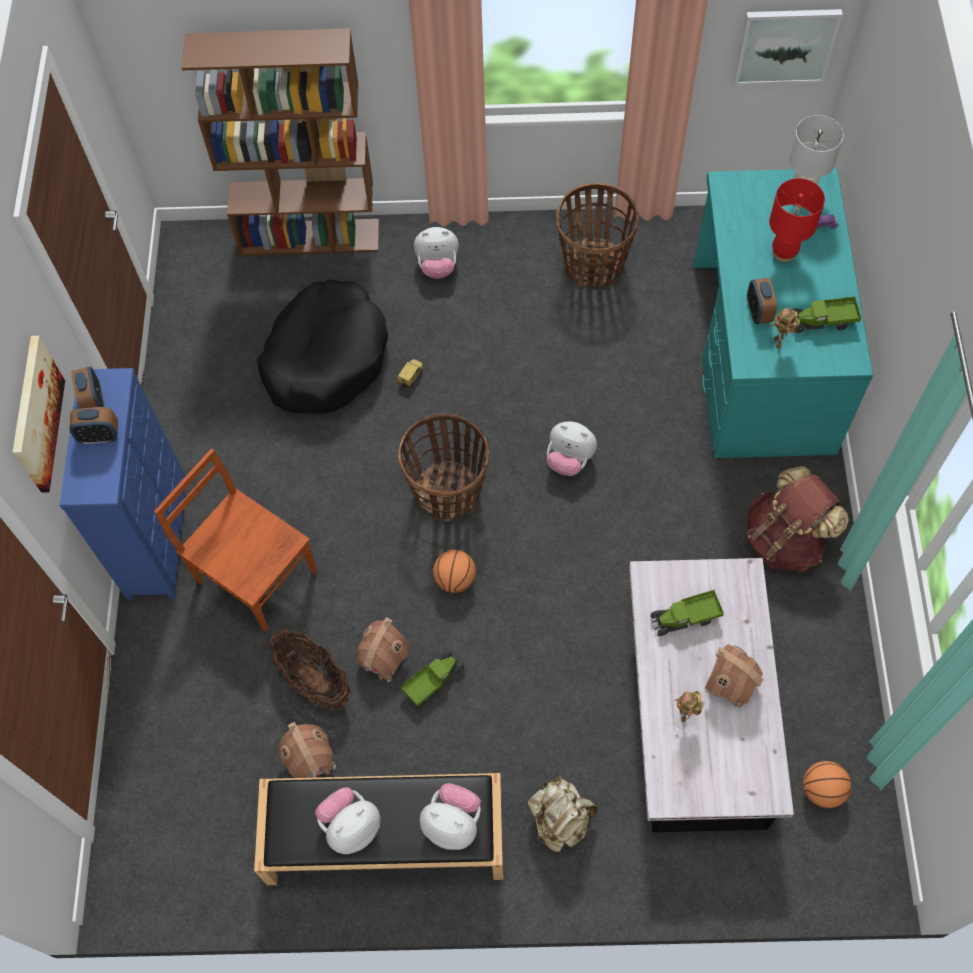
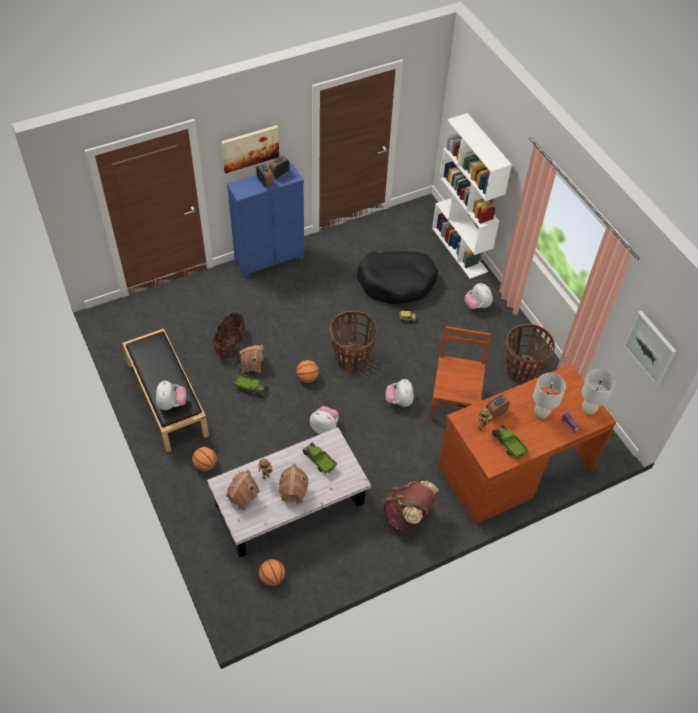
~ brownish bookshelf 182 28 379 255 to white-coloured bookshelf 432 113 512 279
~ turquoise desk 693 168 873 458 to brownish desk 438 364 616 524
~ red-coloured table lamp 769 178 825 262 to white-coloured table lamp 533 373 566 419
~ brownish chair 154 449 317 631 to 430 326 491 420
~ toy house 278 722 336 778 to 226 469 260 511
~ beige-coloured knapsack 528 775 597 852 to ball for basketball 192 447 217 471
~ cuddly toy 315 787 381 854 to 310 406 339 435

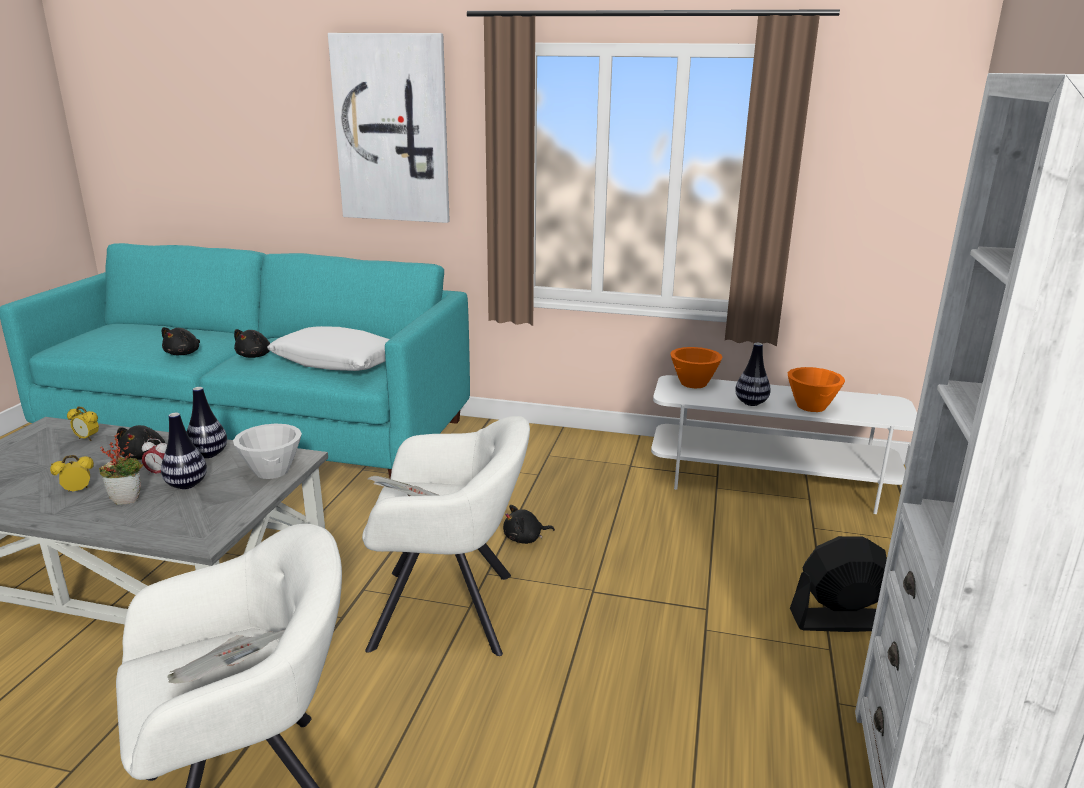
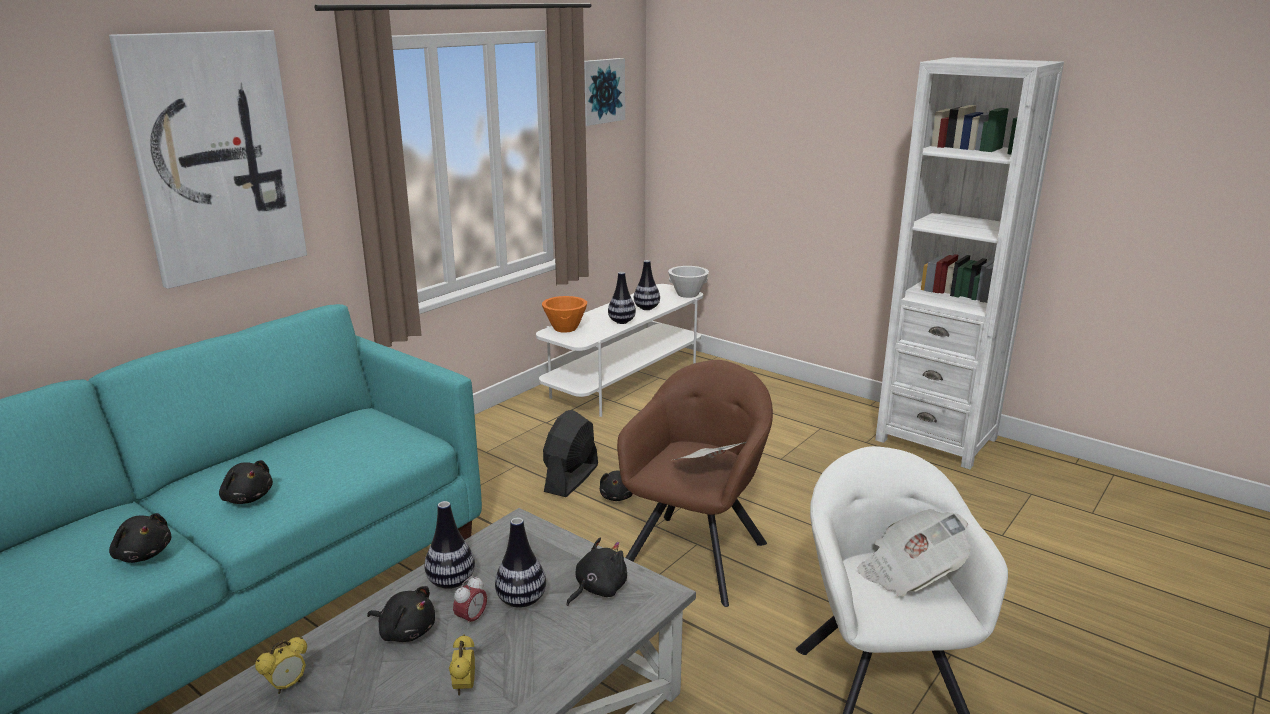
- white-coloured pillow 267 326 389 371
~ orange-coloured serving bowl 788 367 845 412 to flower vase 634 260 660 310
~ white-coloured lounge chair 362 416 530 656 to brownish lounge chair 617 360 773 607
~ white-coloured serving bowl 233 424 302 479 to 668 266 709 298
- houseplant 99 433 143 505
~ black-coloured cooling fan 790 536 887 632 to 543 410 598 497
+ picture 584 58 625 126
+ black-coloured cuddly toy 566 538 627 606

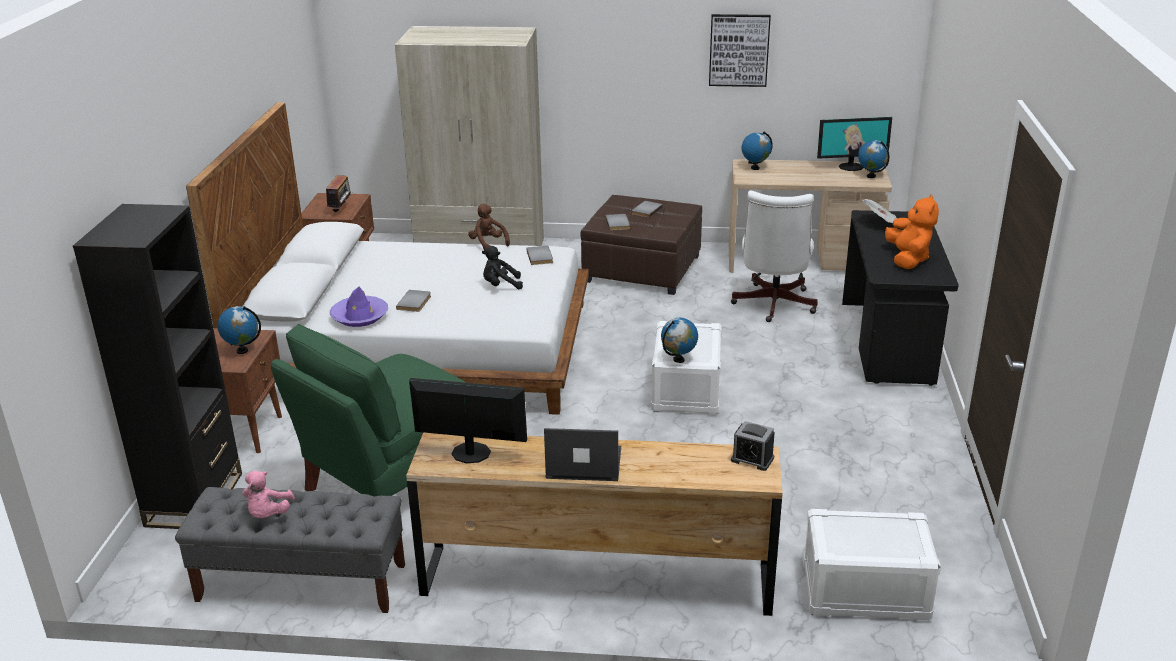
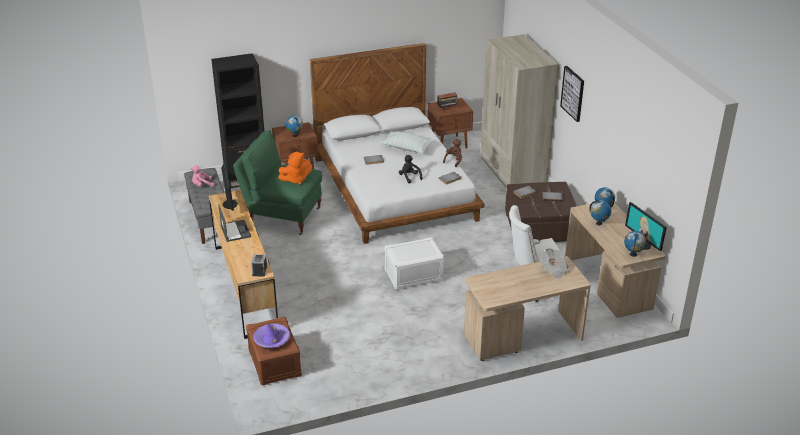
~ picture 709 14 771 87 to 560 66 584 122
~ orange-coloured cuddly toy 885 194 939 269 to 278 152 312 185
~ black-coloured desk 842 210 958 386 to beige-coloured desk 464 256 591 361
~ purple-coloured clothing hat 330 287 388 327 to 253 324 290 348
~ globe 661 318 698 363 to 589 200 611 225
~ white-coloured storage bin 803 509 941 621 to brownish storage bin 246 316 302 385
+ pillow 380 131 434 154

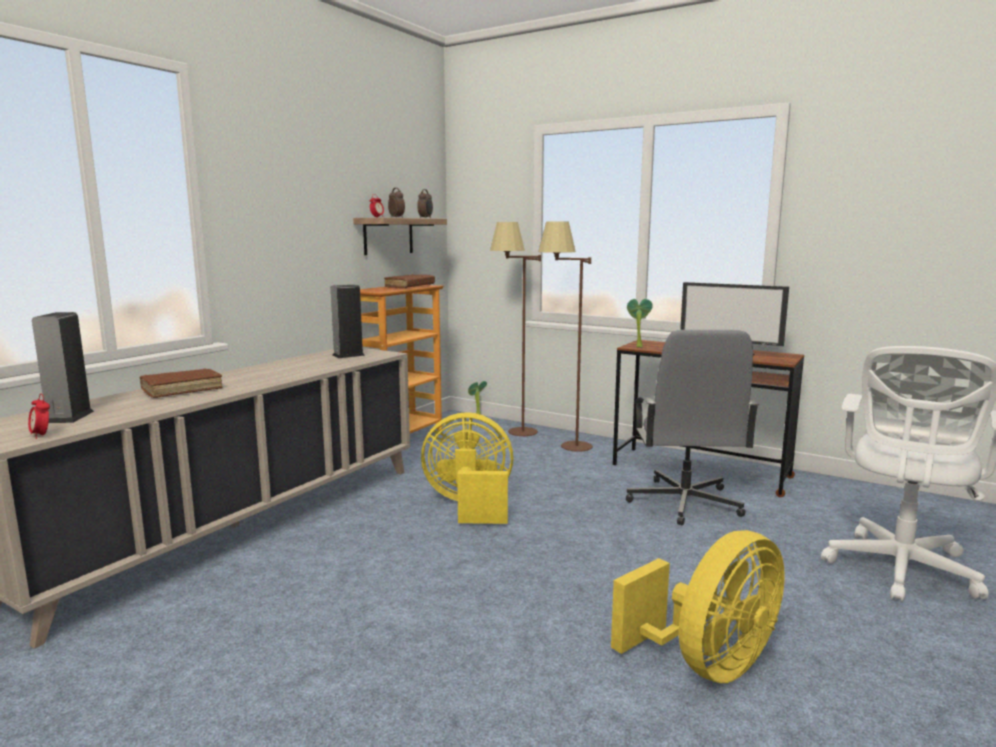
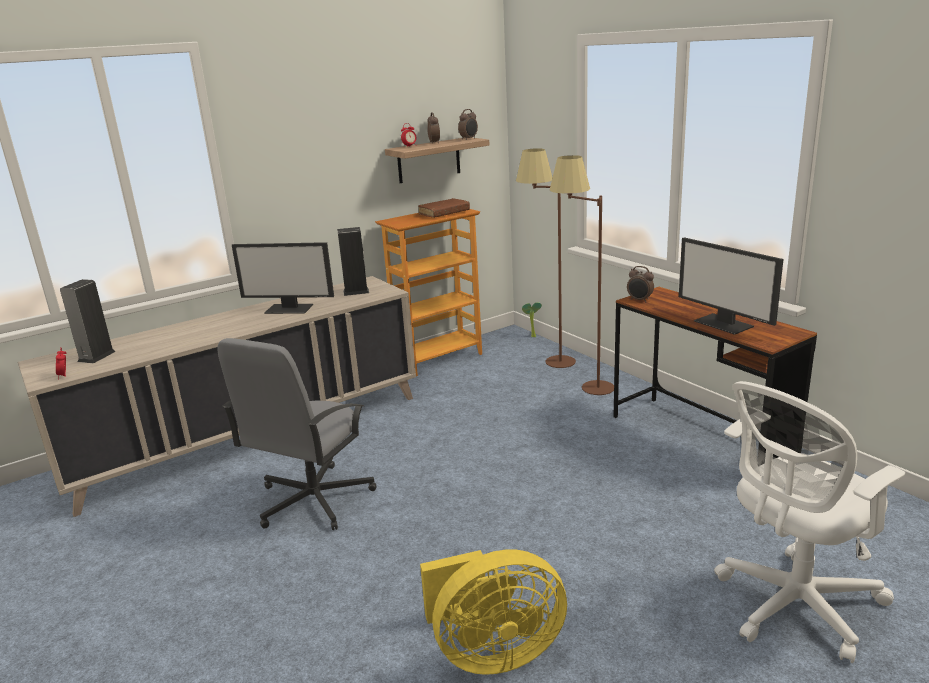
~ houseplant 627 299 653 347 to table clock 627 266 654 303
~ grey computer chair 626 330 759 525 to 217 338 376 530
- brownish book 139 369 223 398
- yellow cooling fan 421 412 513 524
+ computer display 232 242 334 314

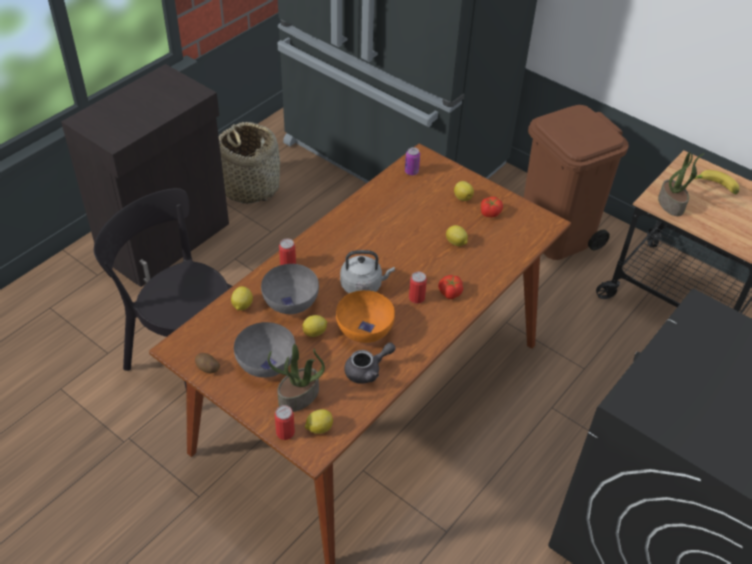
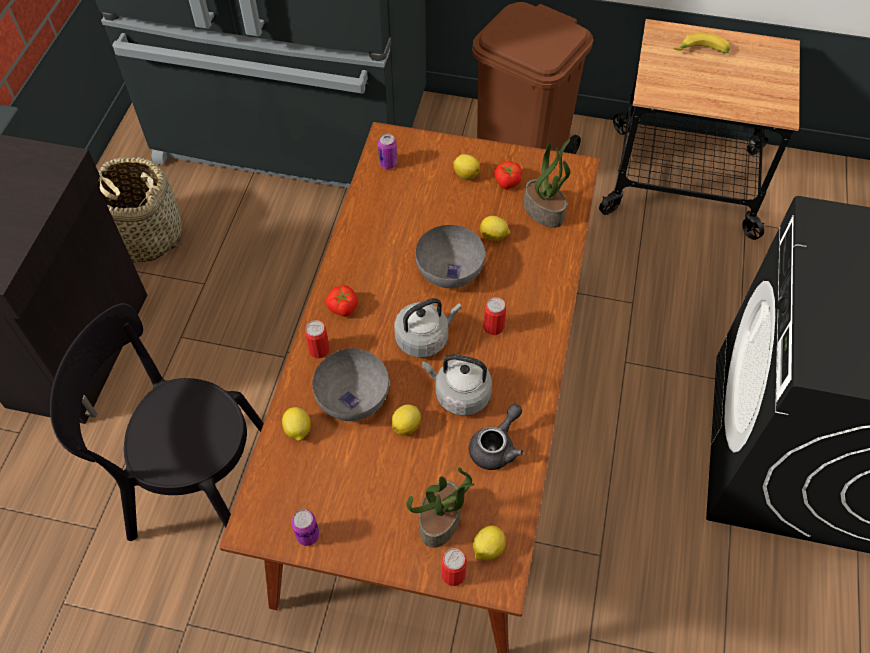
~ houseplant 658 152 705 216 to 524 139 571 228
~ tomato 438 275 463 299 to 326 285 358 317
~ orange-coloured serving bowl 336 290 395 343 to grey kettle 422 354 492 416
~ grey serving bowl 234 322 295 377 to 415 225 485 288
~ whole potato 195 353 220 373 to metal can 291 510 319 546

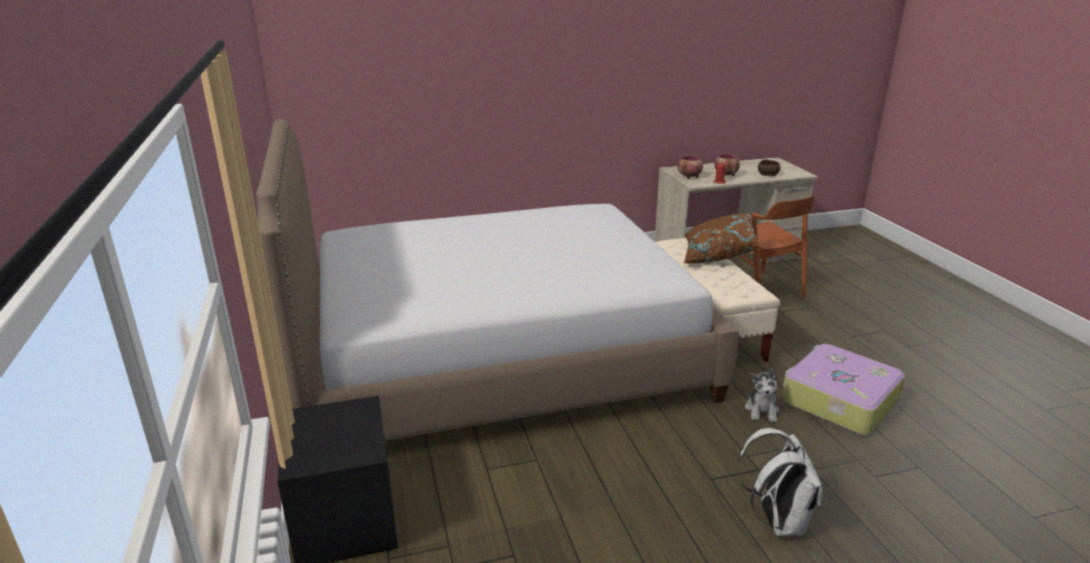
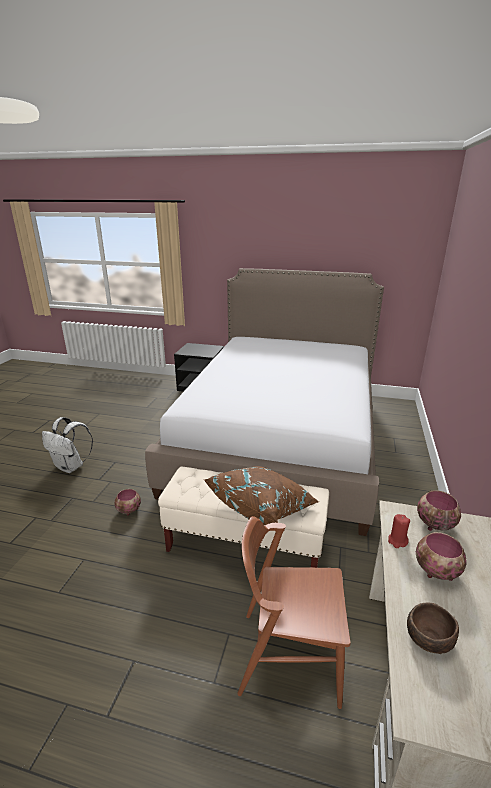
- travel case 782 344 905 435
~ cuddly toy 745 369 779 422 to serving bowl 114 489 141 516

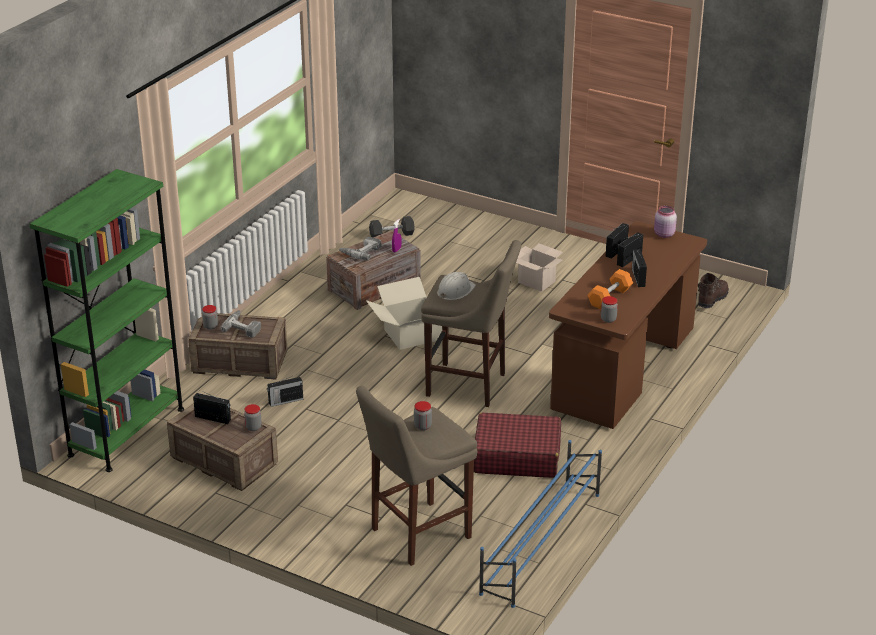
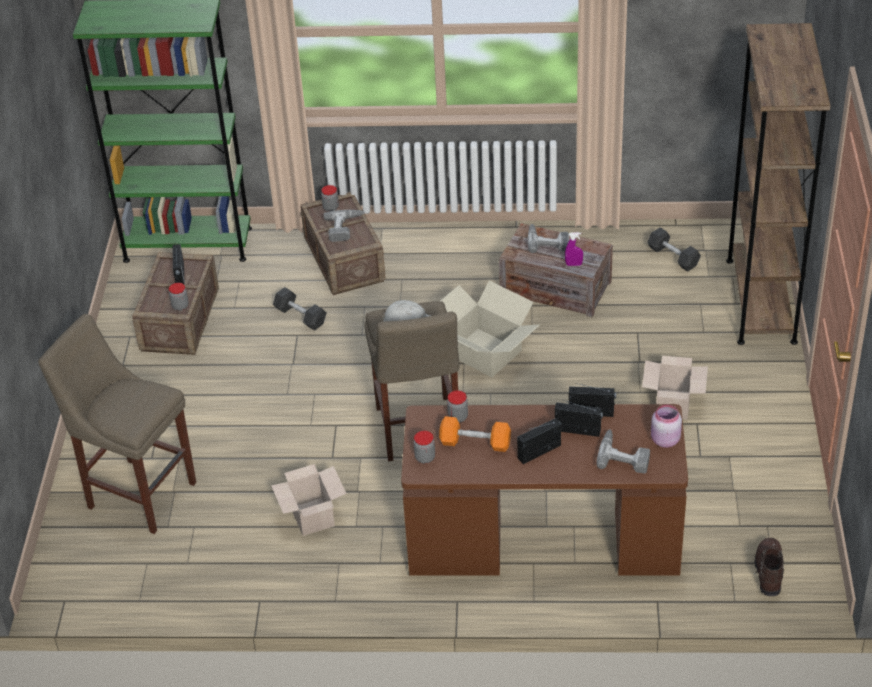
~ brownish high-top boot 698 273 729 308 = 754 538 784 596 90 degrees counterclockwise
~ radio receiver 267 374 303 407 to grey free weight 273 287 327 330
~ preserve jar 414 401 432 430 to 447 390 468 423
~ red-coloured travel case 474 413 561 478 to cardboard box 271 464 347 536
- bluish shoe stand 479 440 602 608
+ brownish bookshelf 726 23 831 345
+ drill 596 430 650 473

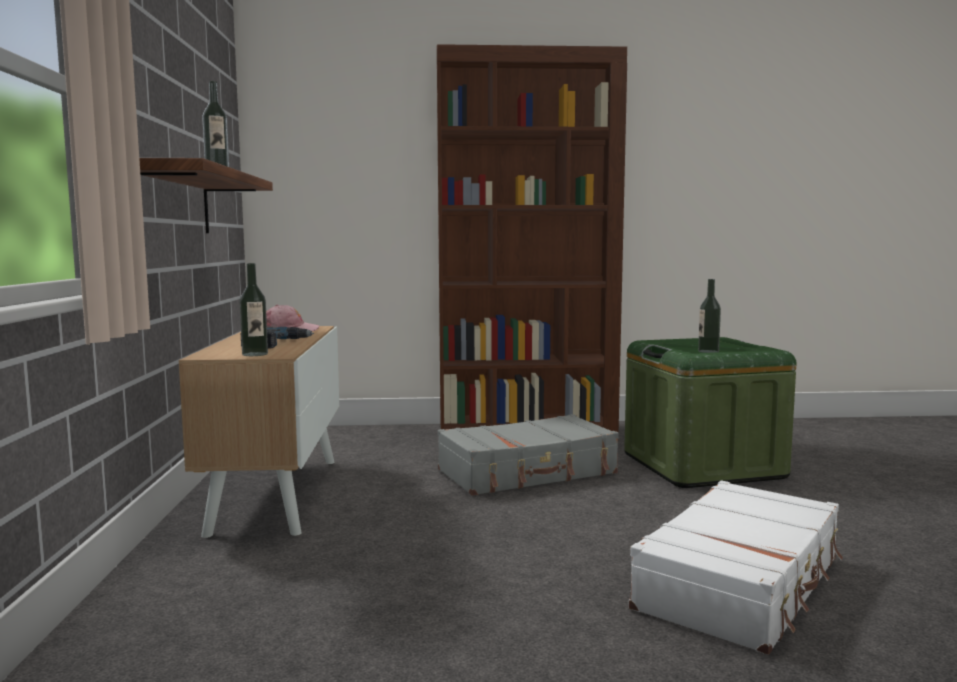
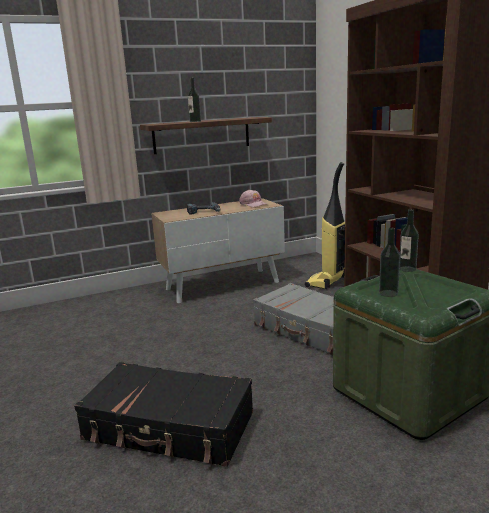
~ beverage bottle 240 263 268 356 to 400 209 419 272
~ white-coloured travel case 629 480 843 655 to black-coloured travel case 74 362 253 467
+ vacuum cleaner 305 162 345 289

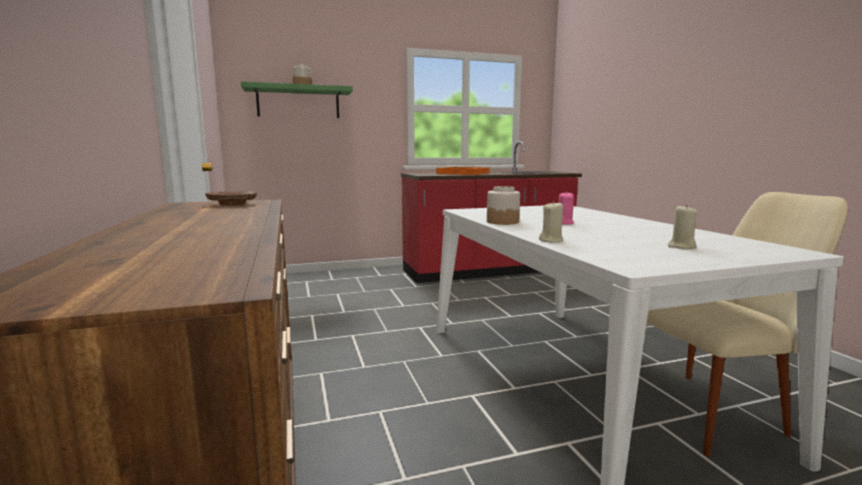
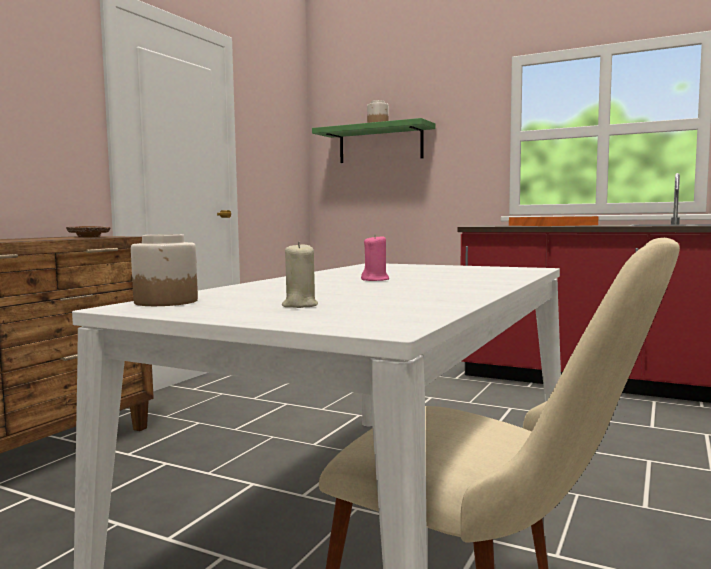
~ preserve jar 487 186 520 225 to 131 234 198 306
- beige-coloured wax candle 539 201 563 242

